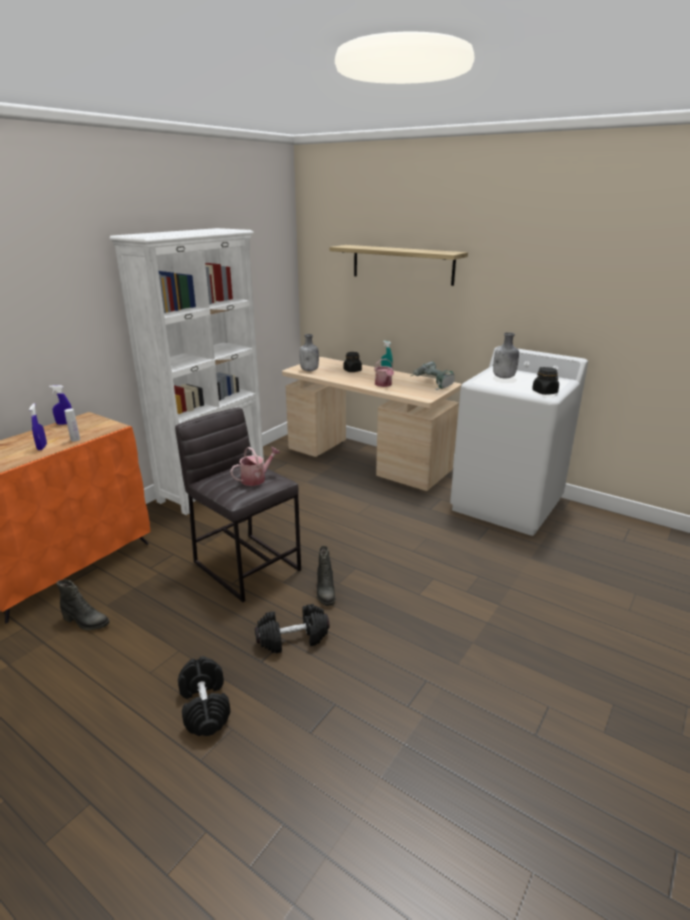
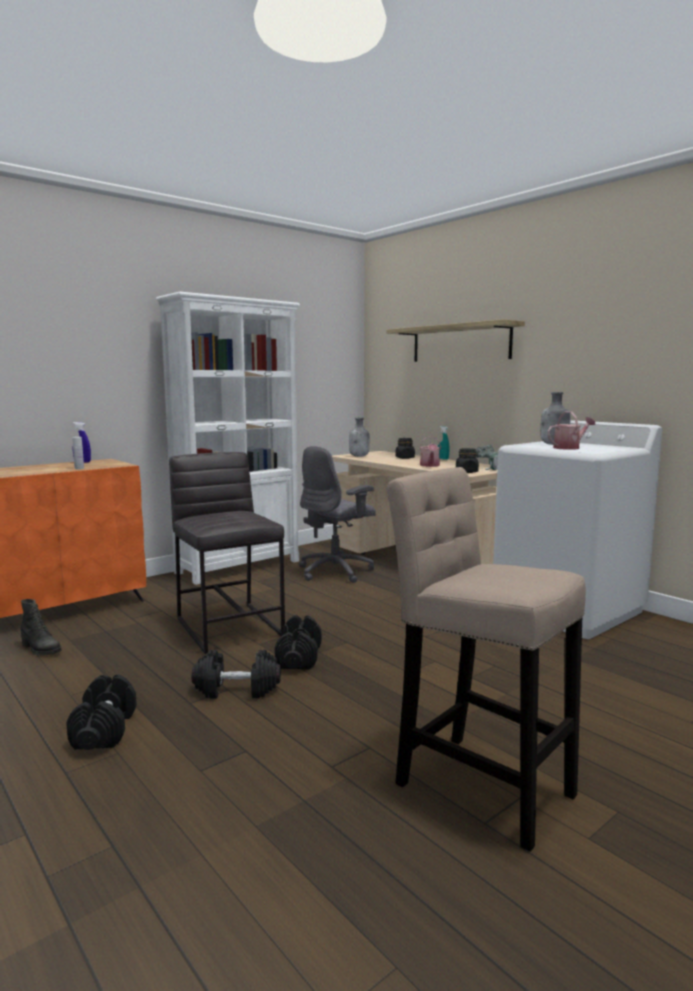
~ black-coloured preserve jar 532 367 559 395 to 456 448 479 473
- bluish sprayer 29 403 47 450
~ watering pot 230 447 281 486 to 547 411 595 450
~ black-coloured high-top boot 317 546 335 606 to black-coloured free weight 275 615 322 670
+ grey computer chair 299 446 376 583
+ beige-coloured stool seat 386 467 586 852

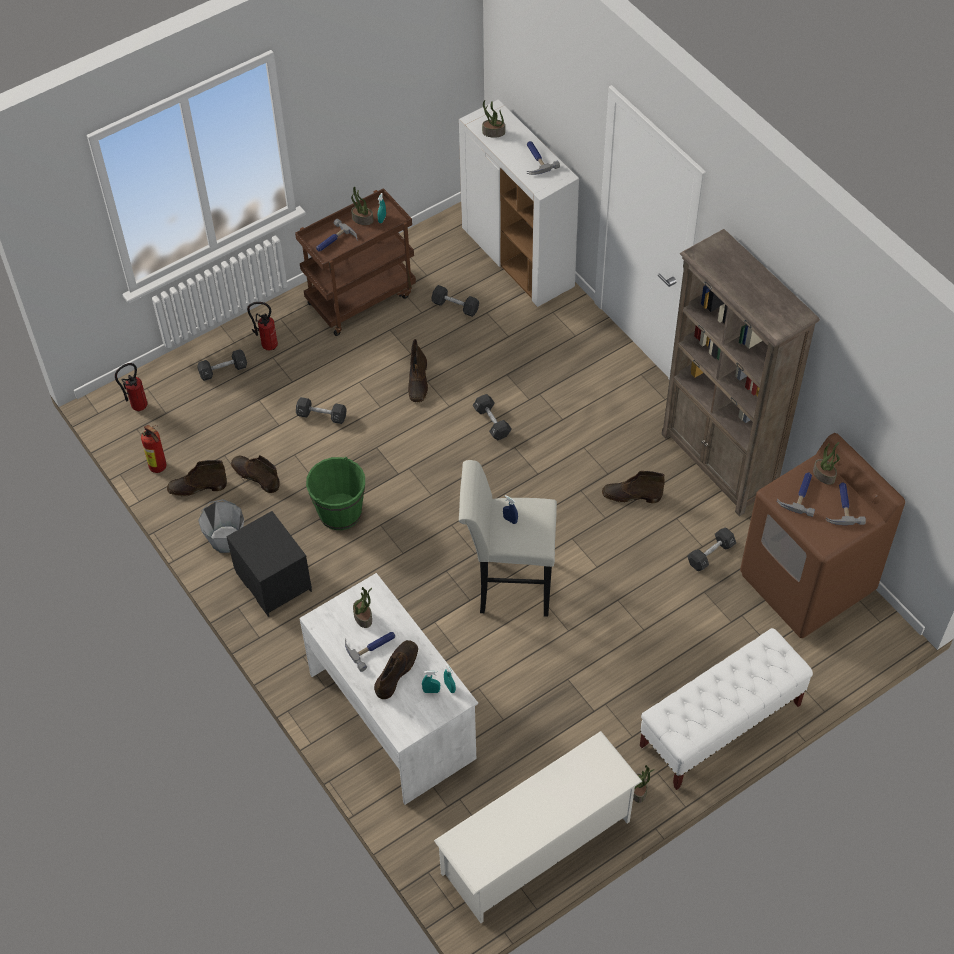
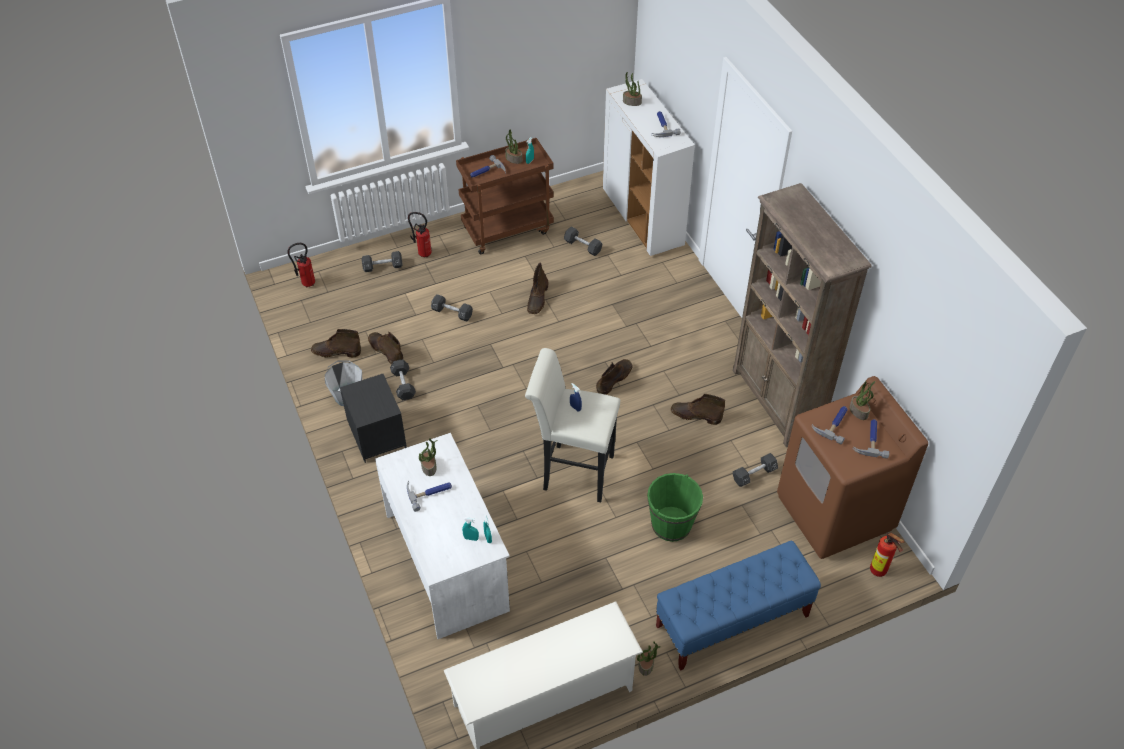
~ black-coloured free weight 473 394 512 440 to 390 359 416 400
~ fire extinguisher 141 425 167 473 to 870 533 904 577
~ green bucket 306 457 365 530 to 647 473 703 542
~ white-coloured bench 640 628 813 790 to bluish bench 656 541 821 671
~ brownish high-top boot 374 640 418 699 to 596 359 633 395

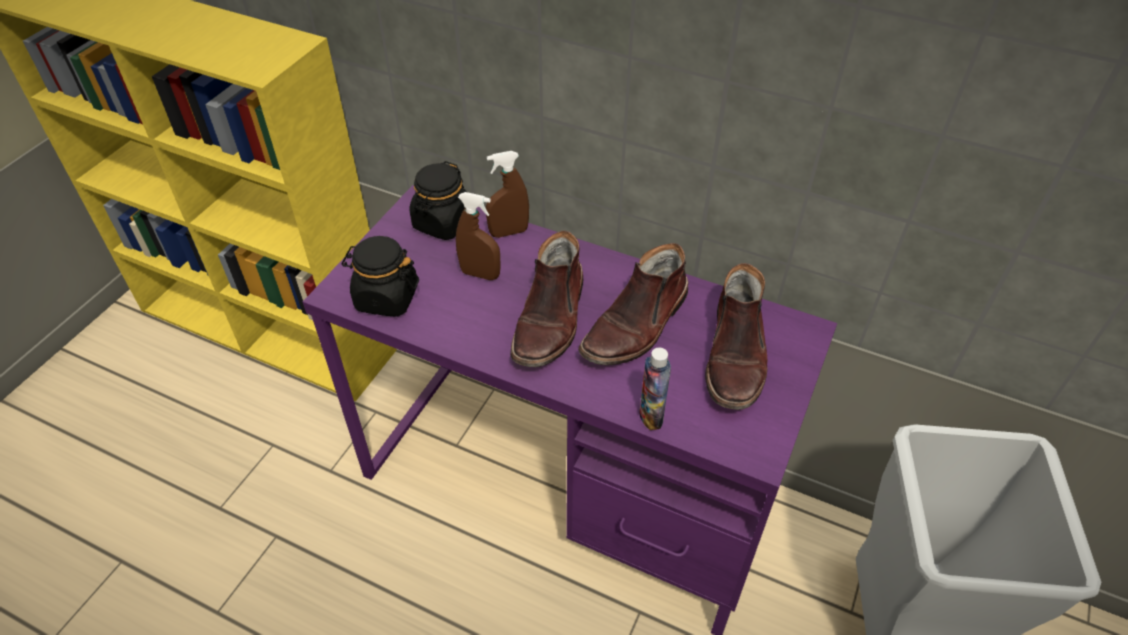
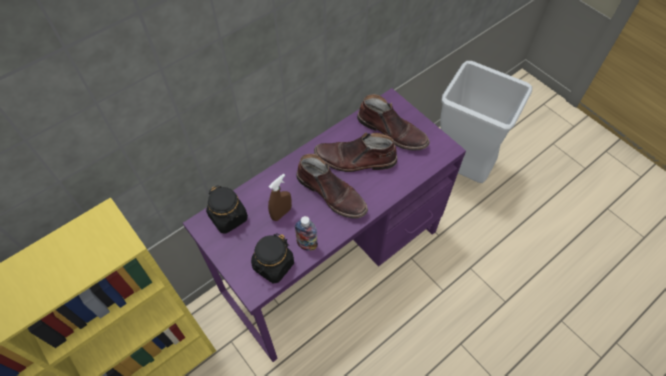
- brownish sprayer 486 151 529 238
~ brownish high-top boot 578 243 688 365 = 314 132 397 172 120 degrees clockwise
~ beverage bottle 639 348 671 430 to 295 216 318 251

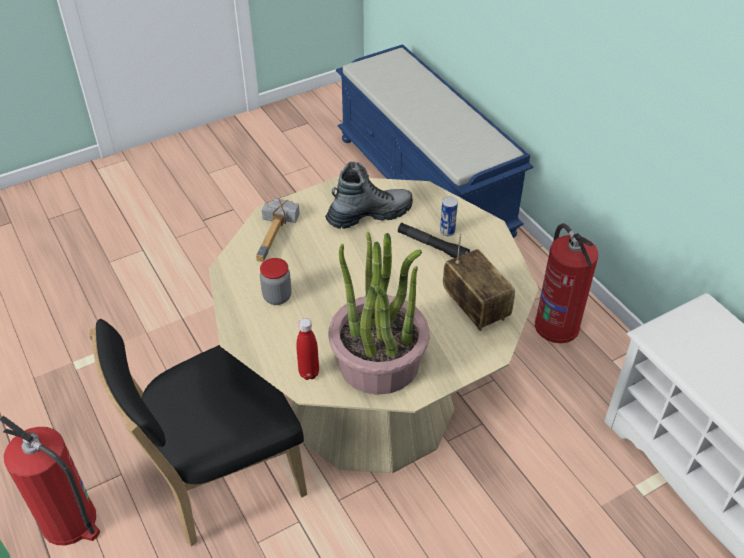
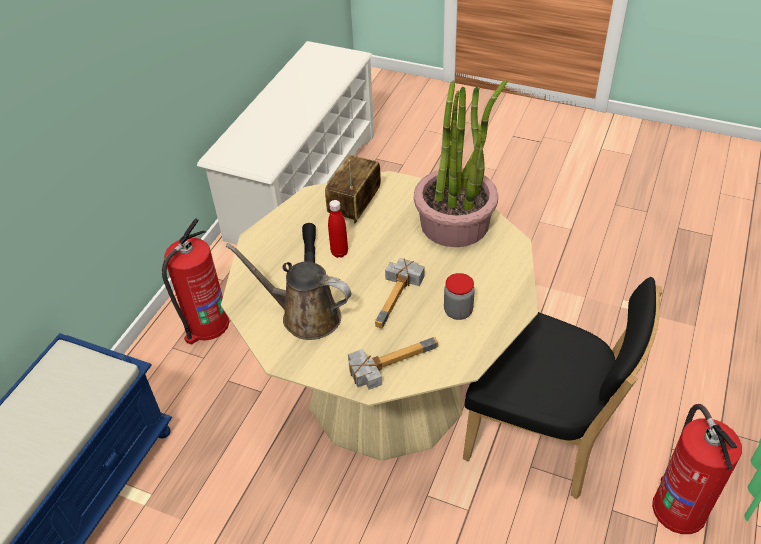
~ high-top boot 325 161 413 229 to brownish watering pot 226 243 351 340
- metal can 440 196 458 236
~ red-coloured beverage bottle 296 318 319 380 to 328 200 348 258
+ tool hammer 375 258 425 329

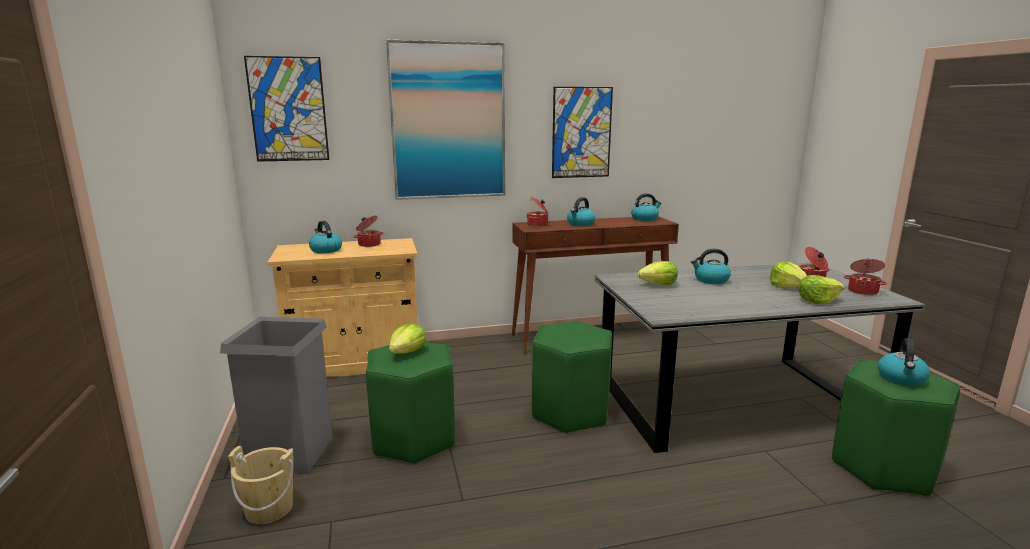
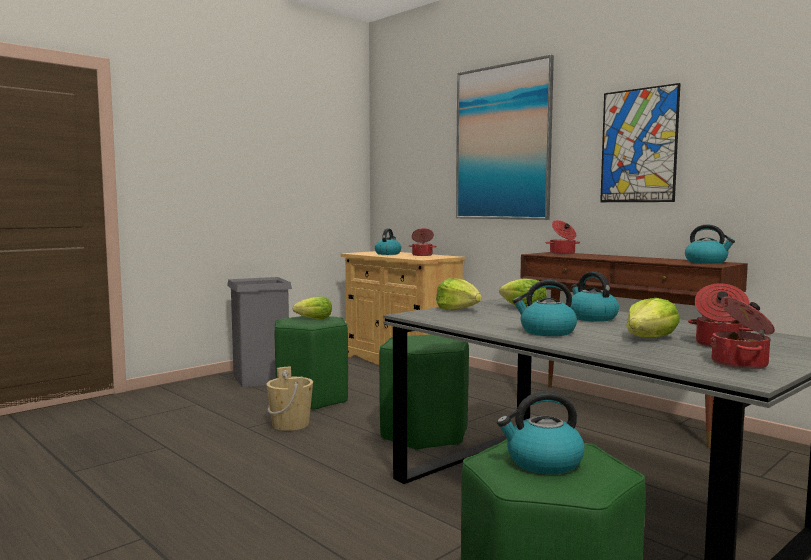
- picture 244 56 329 162
~ kettle 567 197 595 226 to 513 280 577 336
~ lettuce 799 275 845 304 to 436 278 482 310
~ beige-coloured bucket 228 446 293 524 to 266 366 313 431

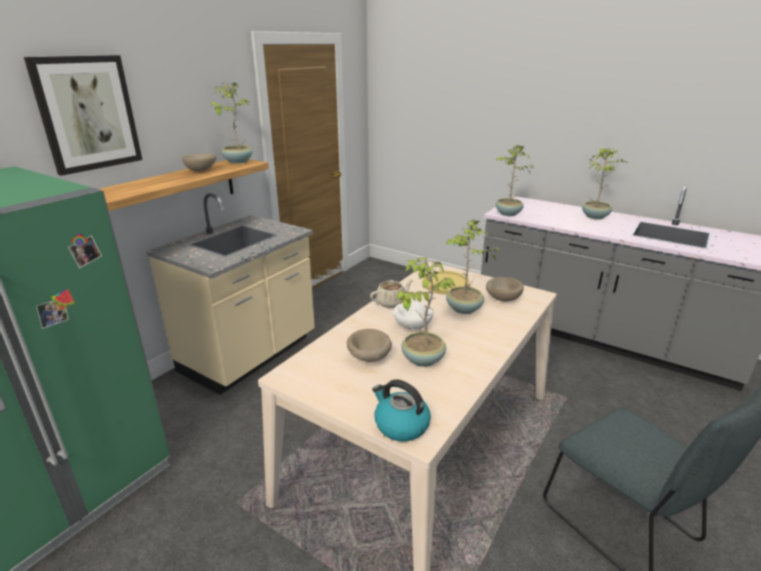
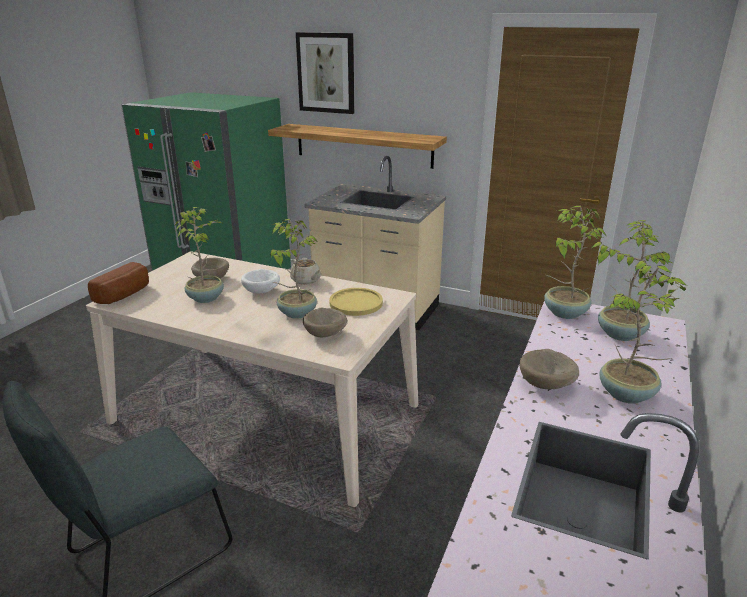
~ houseplant 211 82 253 164 to 592 220 672 341
~ beige-coloured serving bowl 182 153 216 172 to 519 349 579 389
~ kettle 372 379 431 441 to bakery bread 88 262 149 304

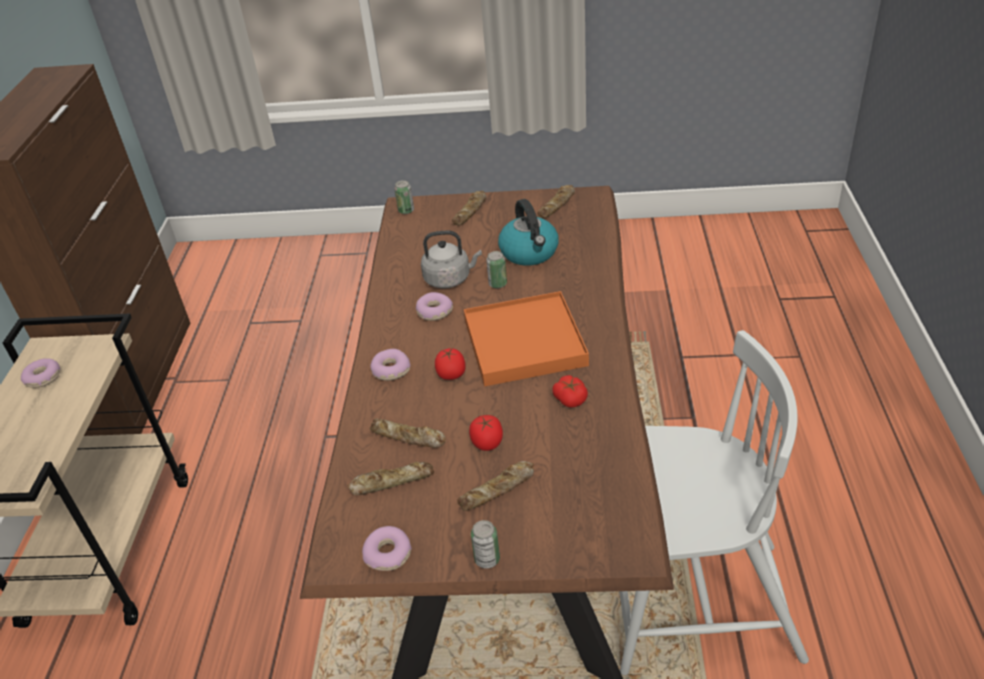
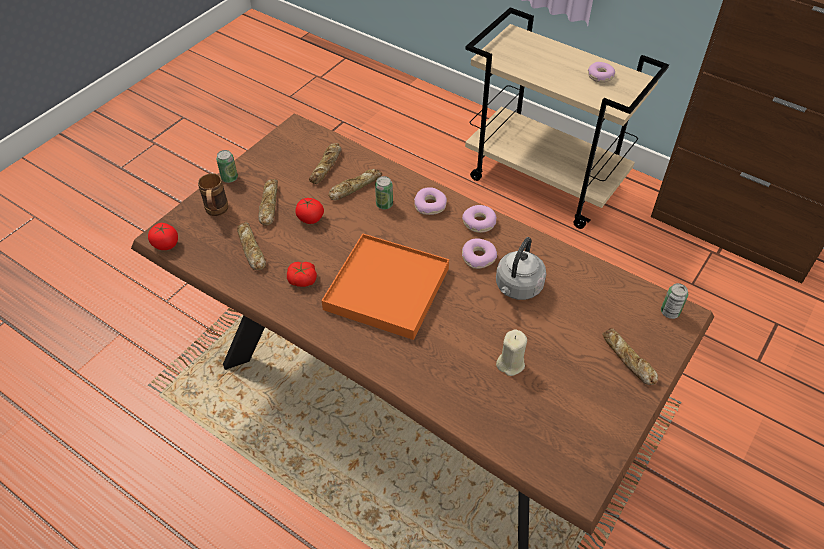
~ bakery bread 537 185 575 218 to 237 222 266 270
~ kettle 498 199 559 266 to beige-coloured wax candle 496 329 527 376
~ metal can 486 251 507 288 to 375 176 393 209
- white-coloured chair 619 330 809 675
~ tomato 435 348 466 380 to 148 223 178 250
~ ring doughnut 362 526 412 571 to 462 205 497 233
+ brownish coffee mug 198 173 229 216

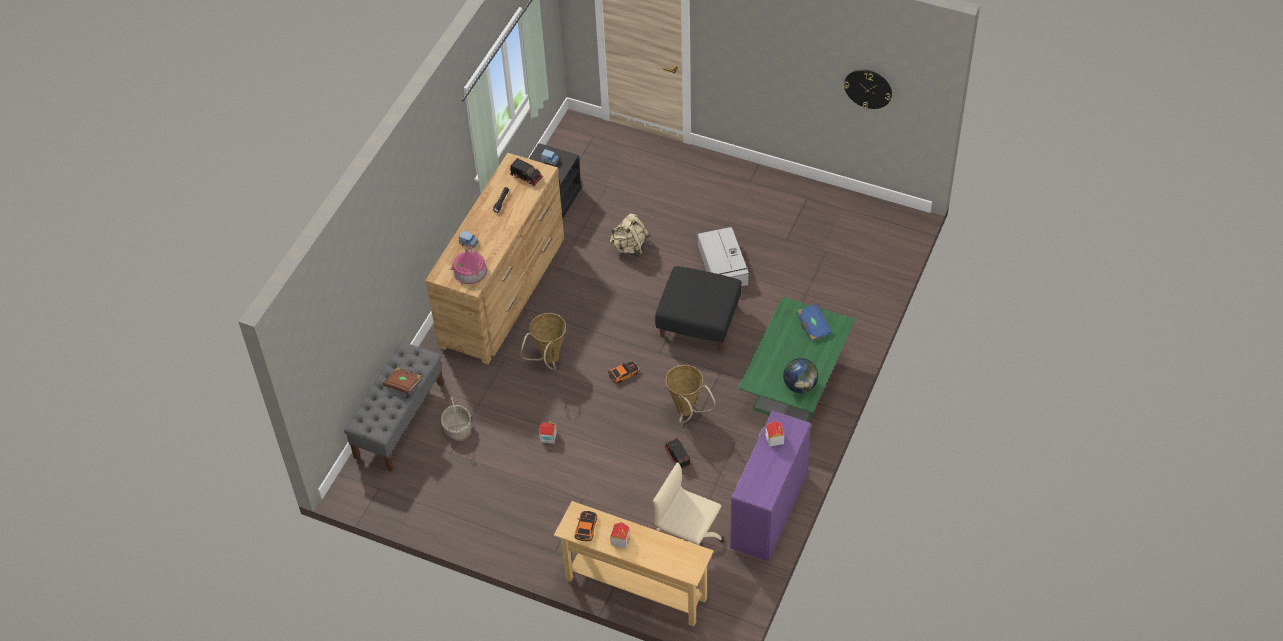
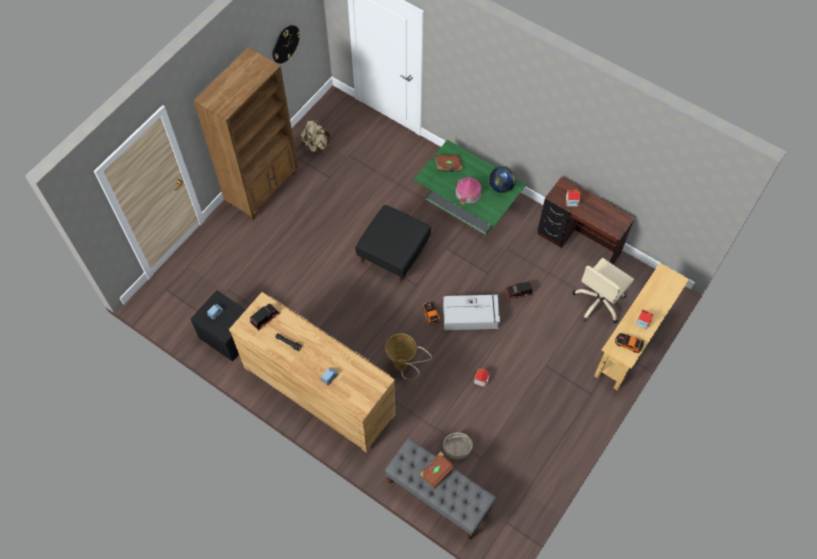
~ beige-coloured knapsack 610 213 650 258 to 301 120 330 153
~ grey storage bin 698 227 749 286 to 443 294 500 330
~ toy house 451 246 487 284 to 455 177 482 205
~ bluish book 797 303 832 341 to brownish book 434 155 463 172
- basket 665 365 716 423
~ purple-coloured desk 730 410 811 561 to brownish desk 538 177 635 265
+ brownish bookshelf 193 47 298 220

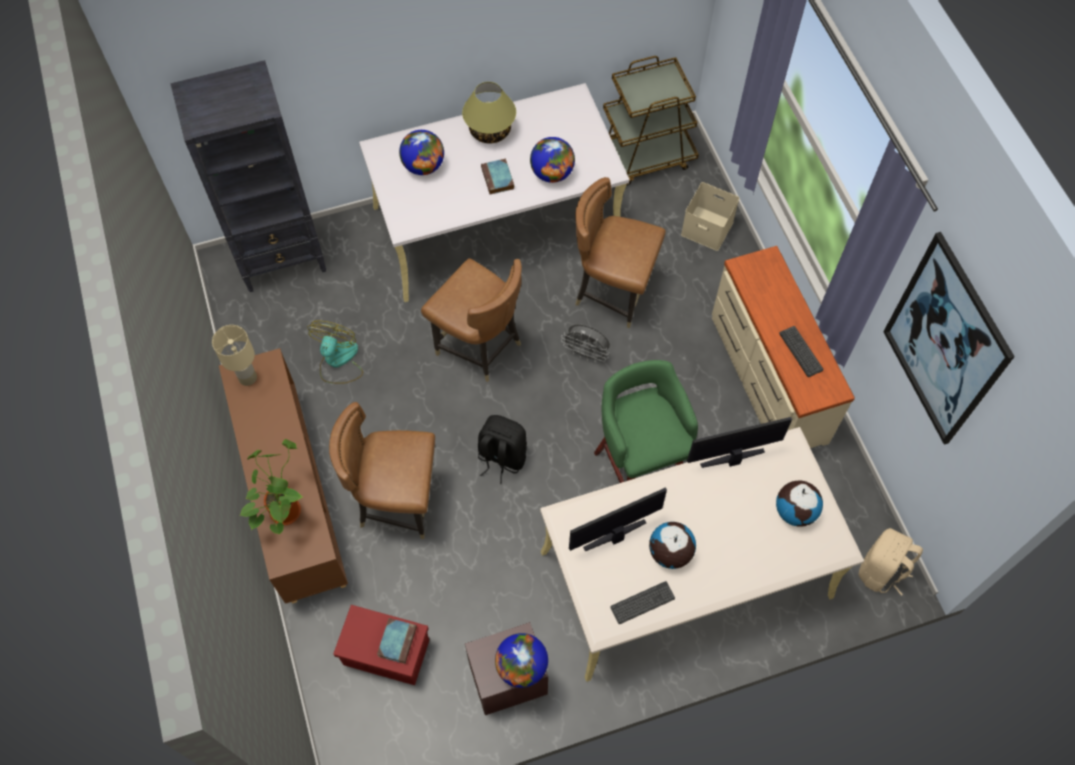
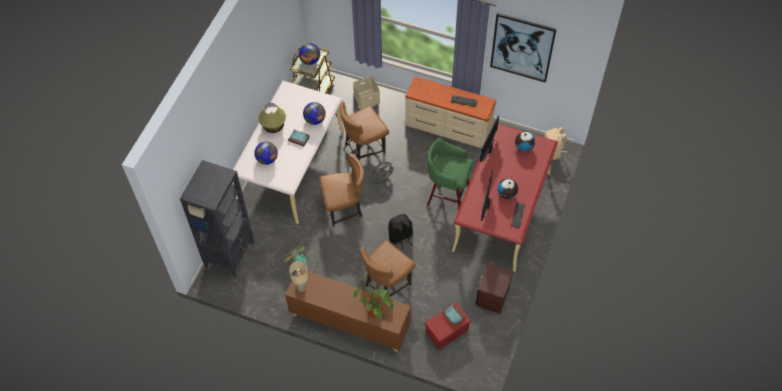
~ beige-coloured desk 540 427 864 682 to red-coloured desk 452 123 558 272
~ globe 495 633 548 688 to 299 43 320 65

